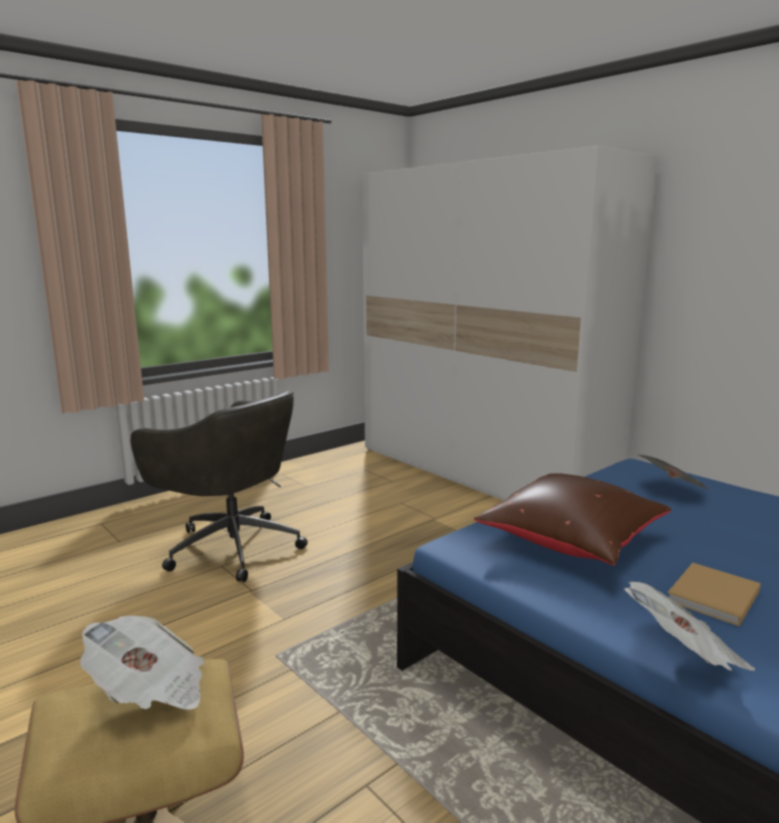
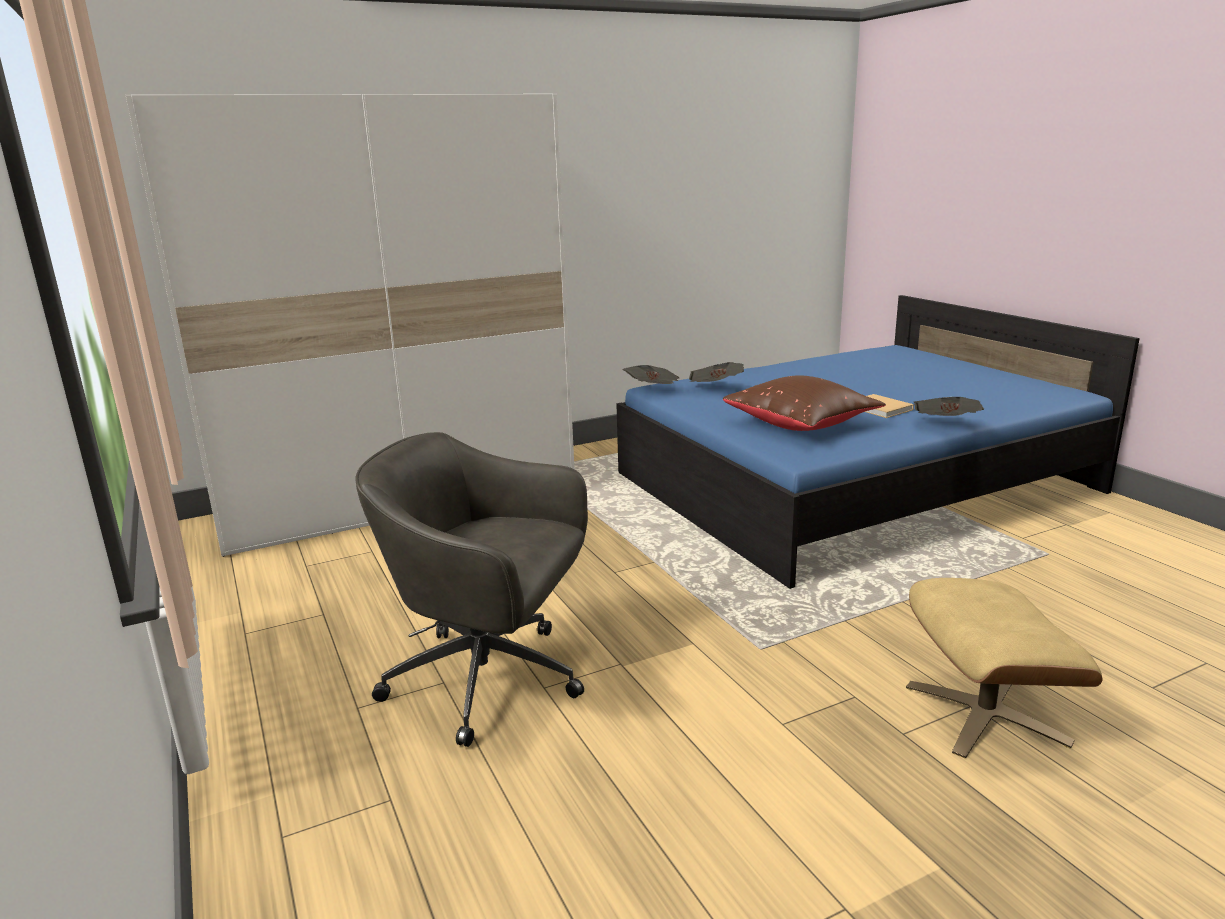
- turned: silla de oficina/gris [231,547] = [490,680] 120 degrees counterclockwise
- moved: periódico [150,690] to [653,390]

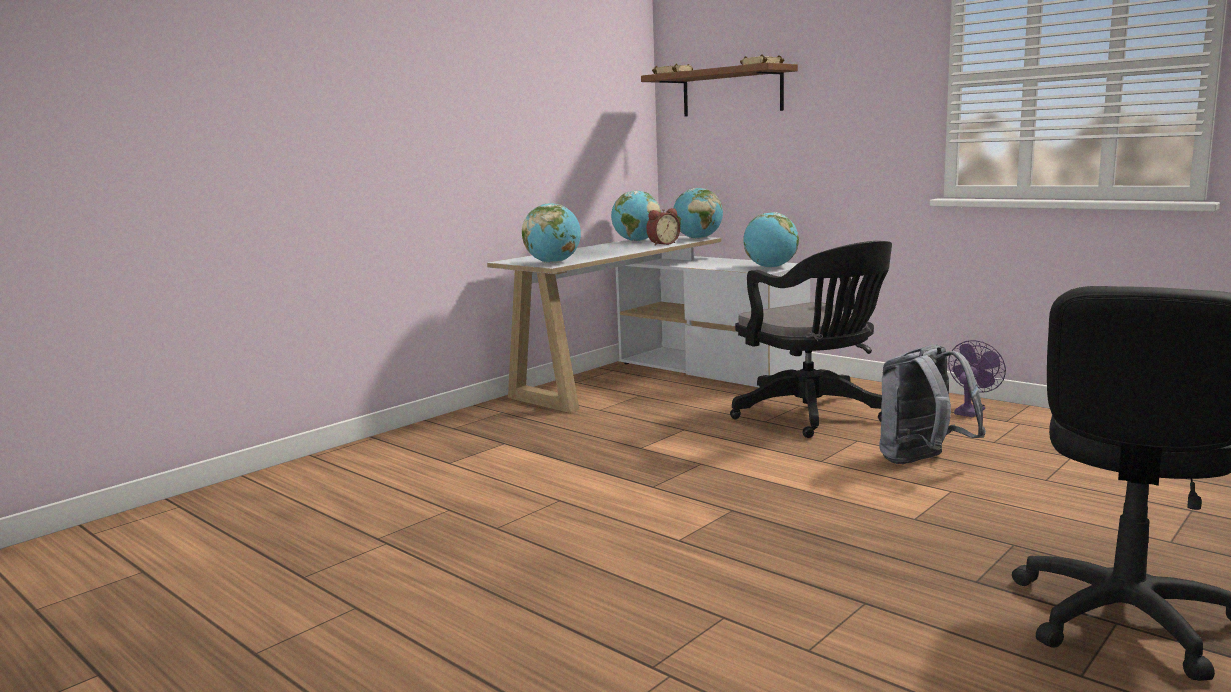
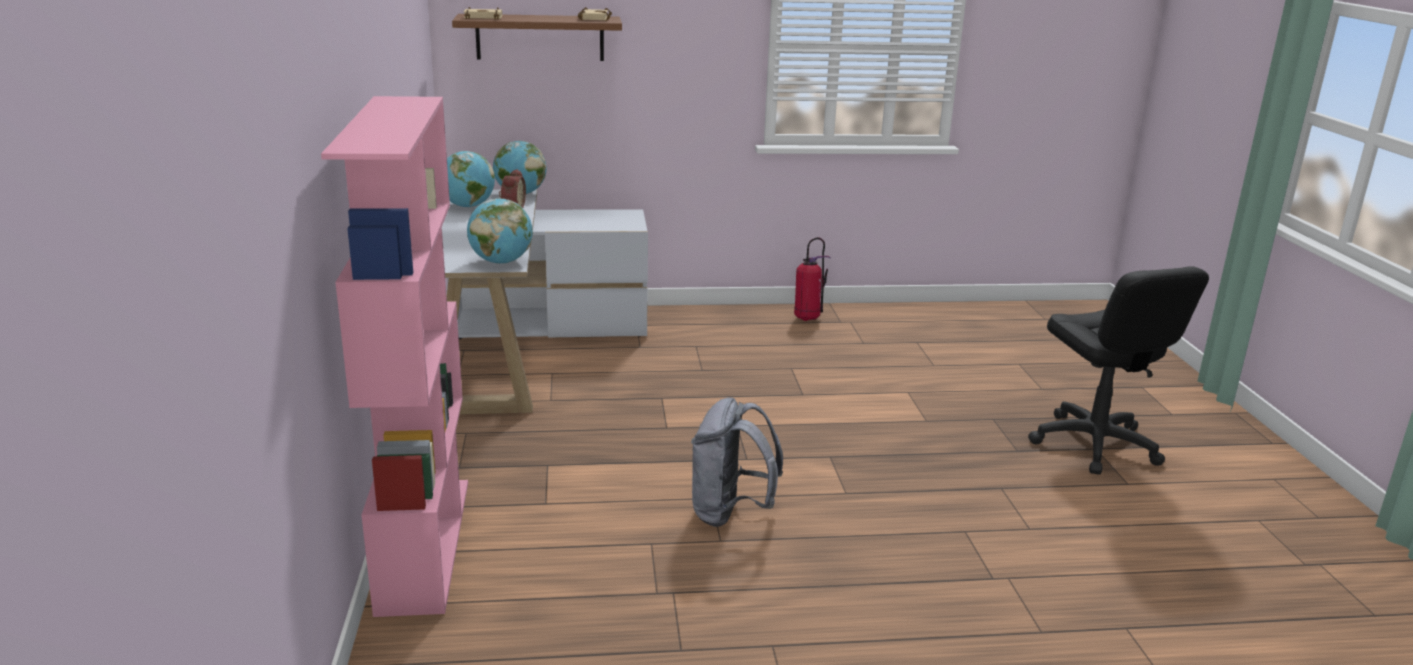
- removed: globo terráqueo [771,267]
- removed: silla de oficina/negro [813,416]
- replaced: ventilador/morado [971,411] to extintor [807,318]
- moved: mochila/gris [922,462] to [730,513]
- added: estantería/rosa [423,542]

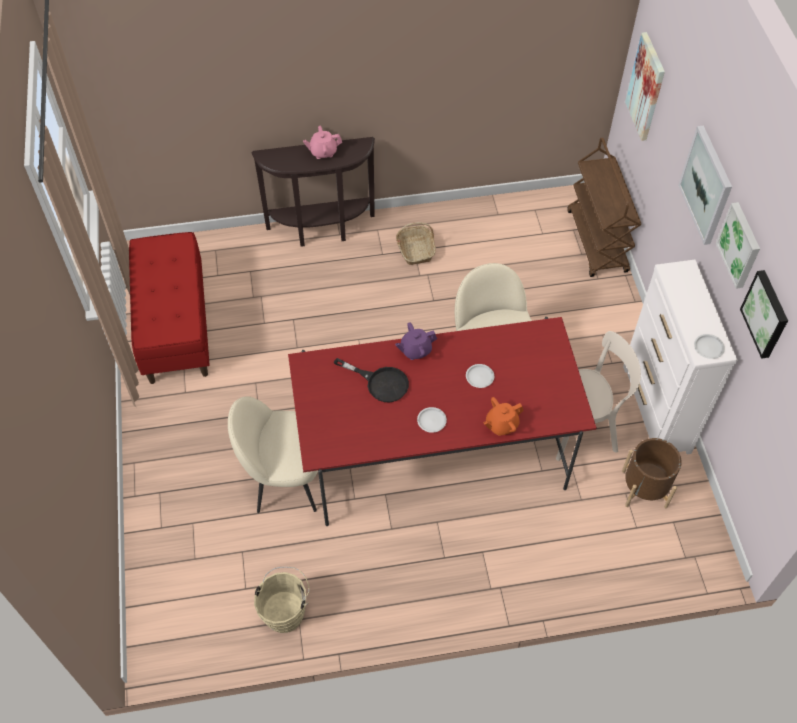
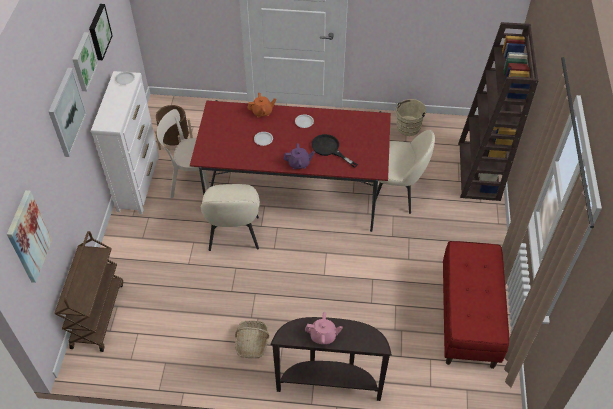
- added: estantería/marrón [479,171]

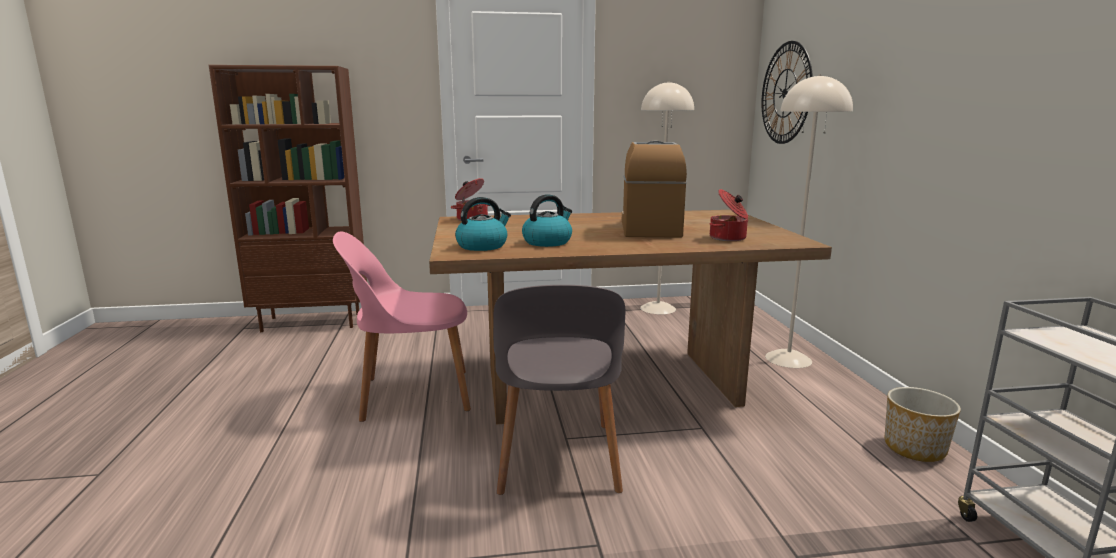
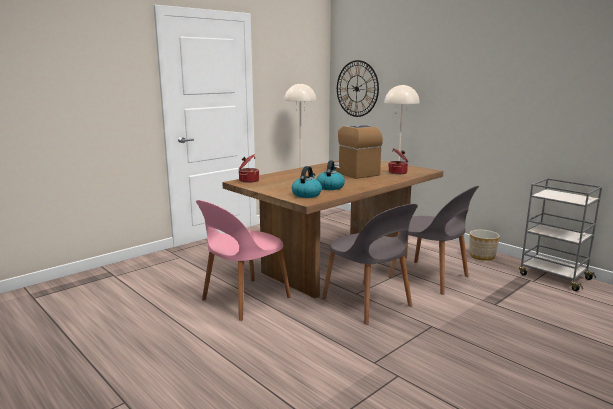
- removed: estantería/marrón [313,322]
- added: silla/gris [430,277]

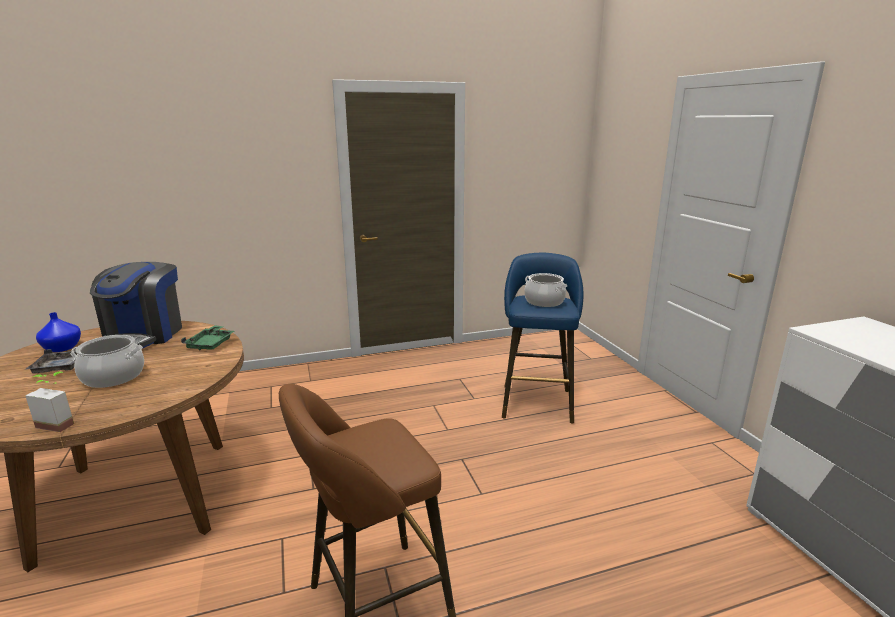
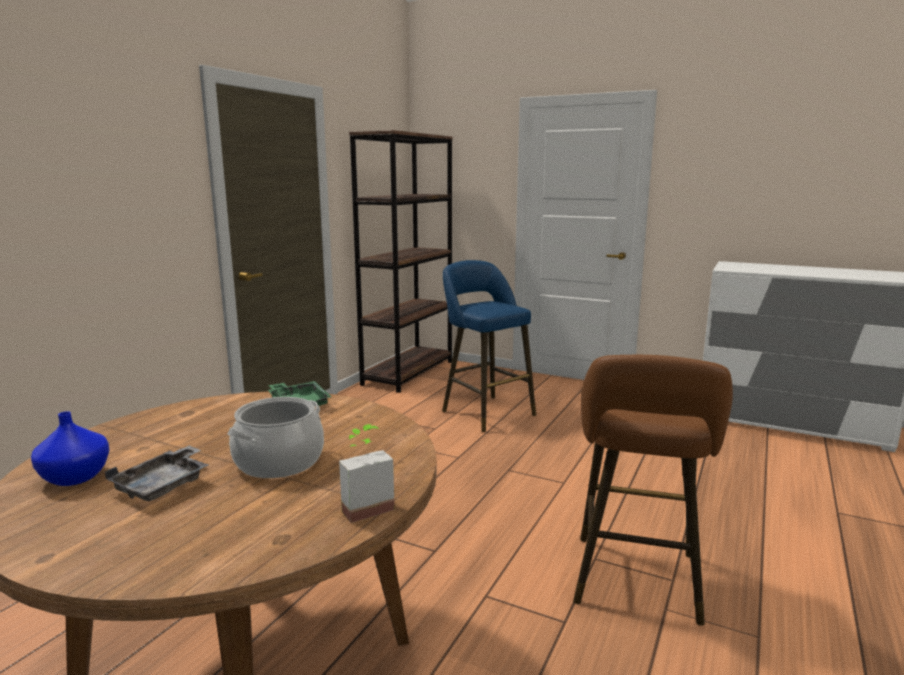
- removed: cafetera [144,335]
- removed: olla [544,302]
- added: estantería/marrón [408,373]

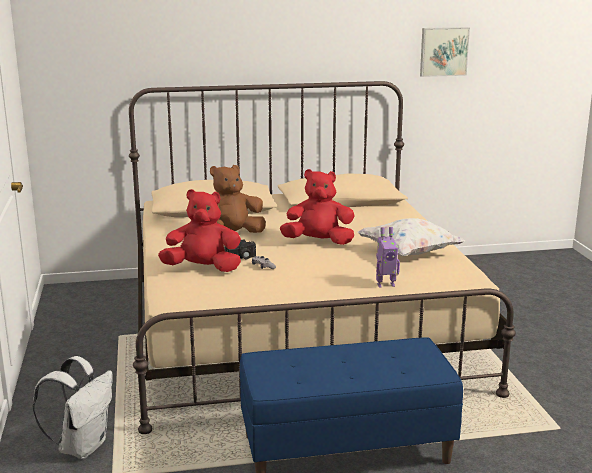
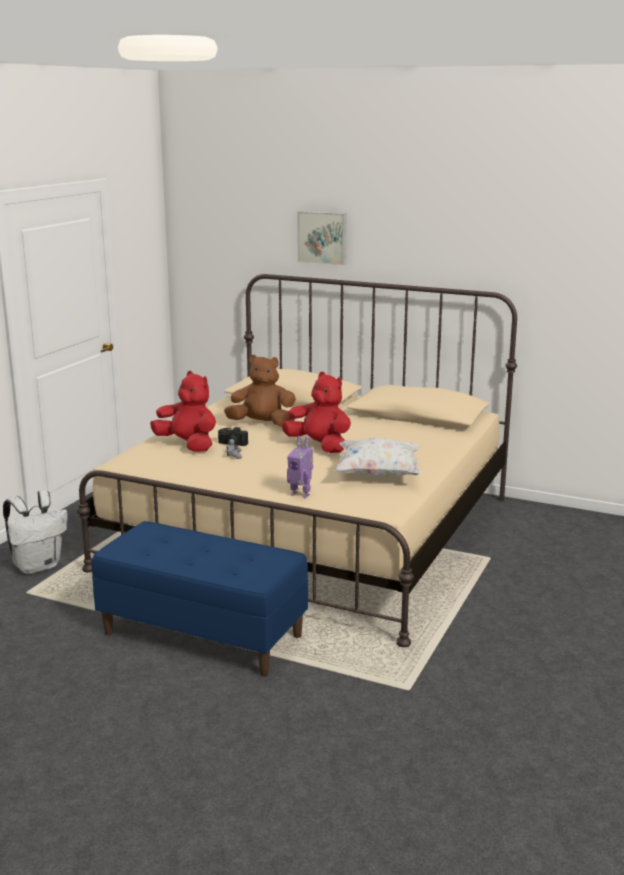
- moved: cuadro [443,51] to [322,237]

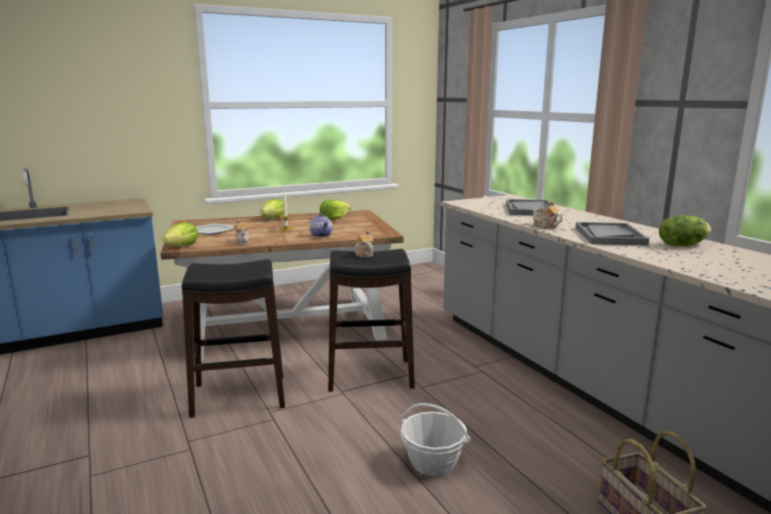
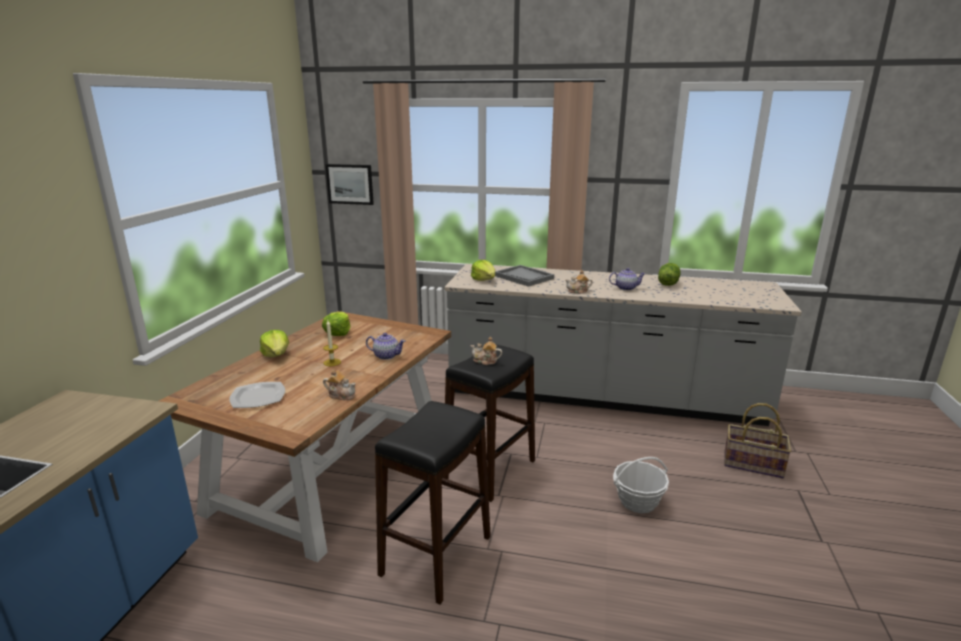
- moved: lechuga [181,246] to [484,280]
- replaced: bandeja/gris [609,236] to tetera [625,288]
- added: cuadro [350,184]

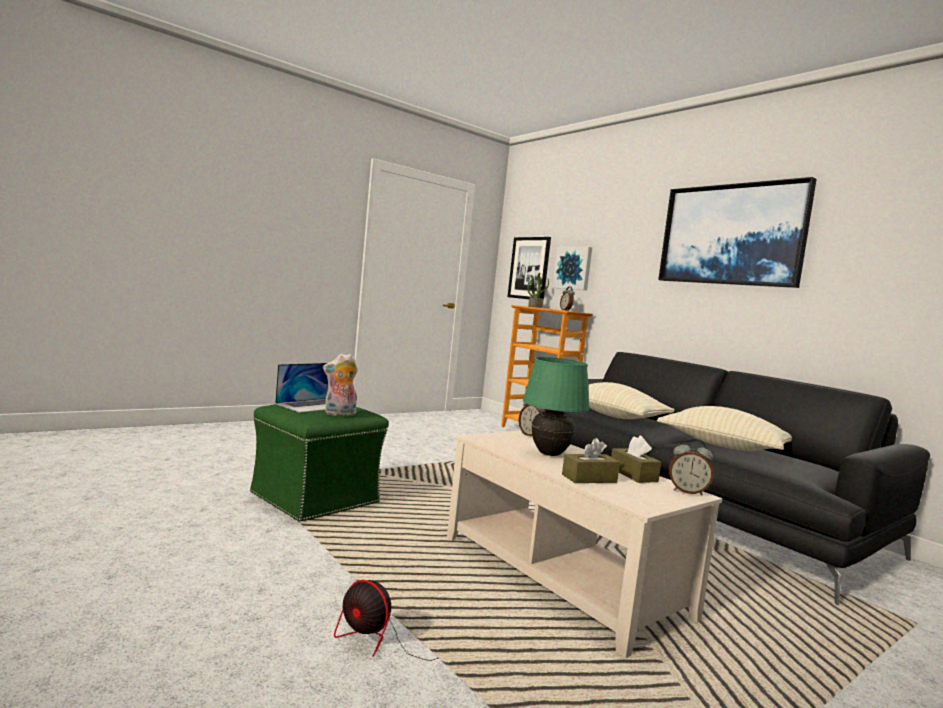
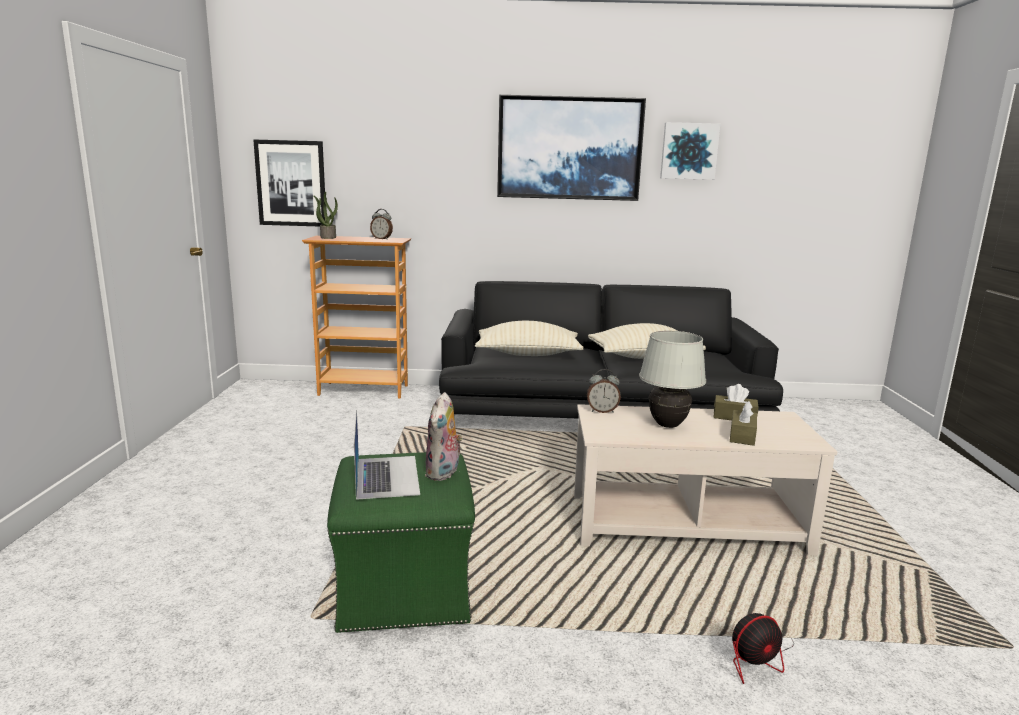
- moved: cuadro [573,268] to [689,151]
- recoloured: lámpara de mesa/verde [550,454] to lámpara de mesa/blanco [668,425]
- removed: despertador [687,492]

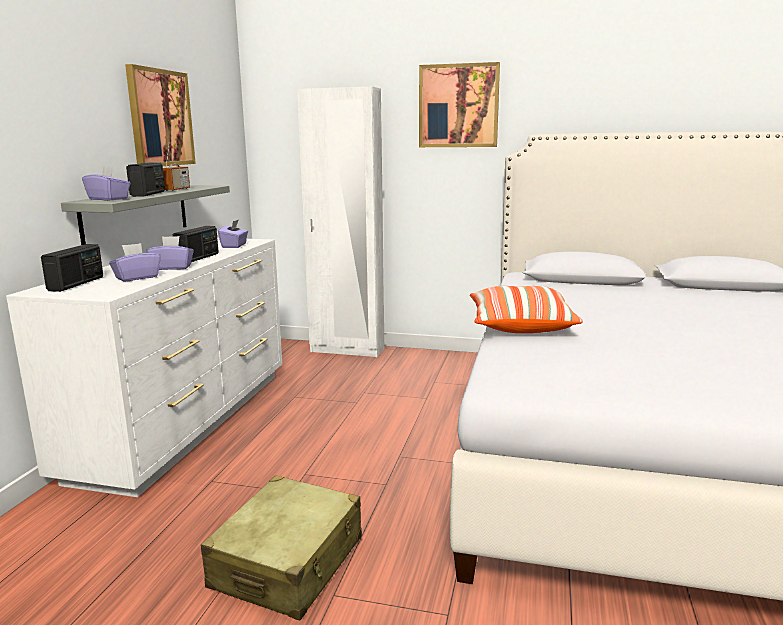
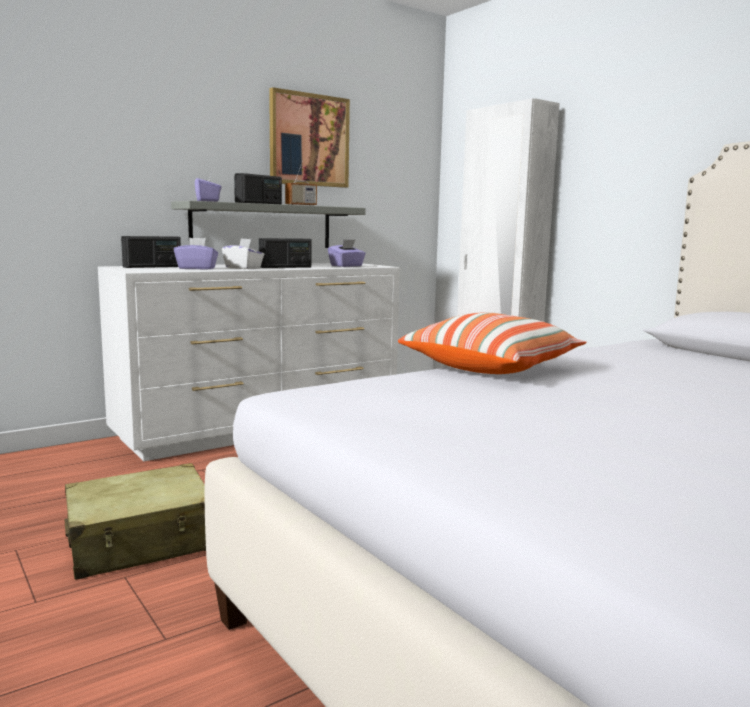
- removed: cuadro [458,106]
- recoloured: caja de pañuelos/morado [172,267] to caja de pañuelos/blanco [243,268]

